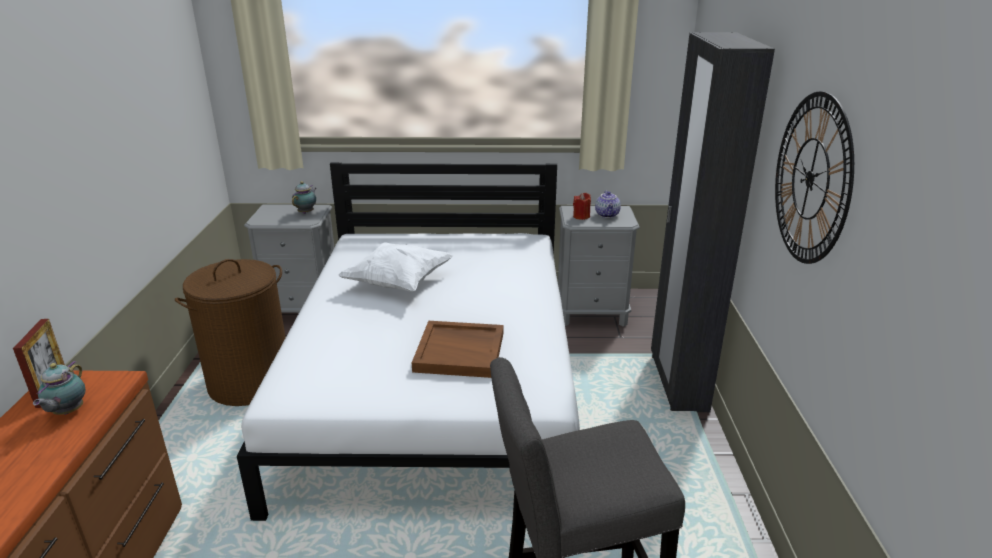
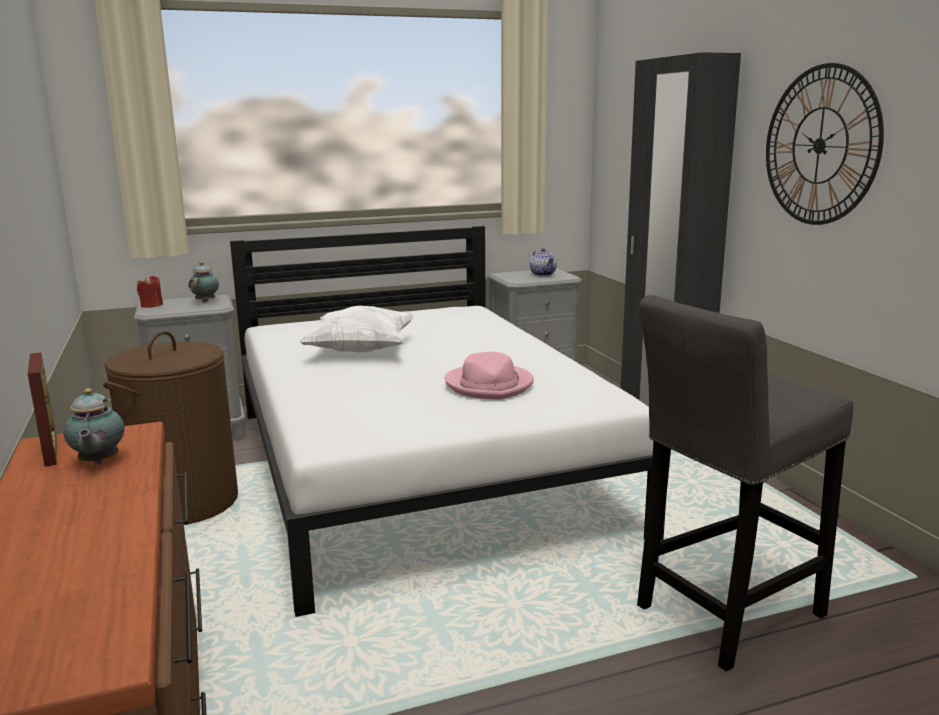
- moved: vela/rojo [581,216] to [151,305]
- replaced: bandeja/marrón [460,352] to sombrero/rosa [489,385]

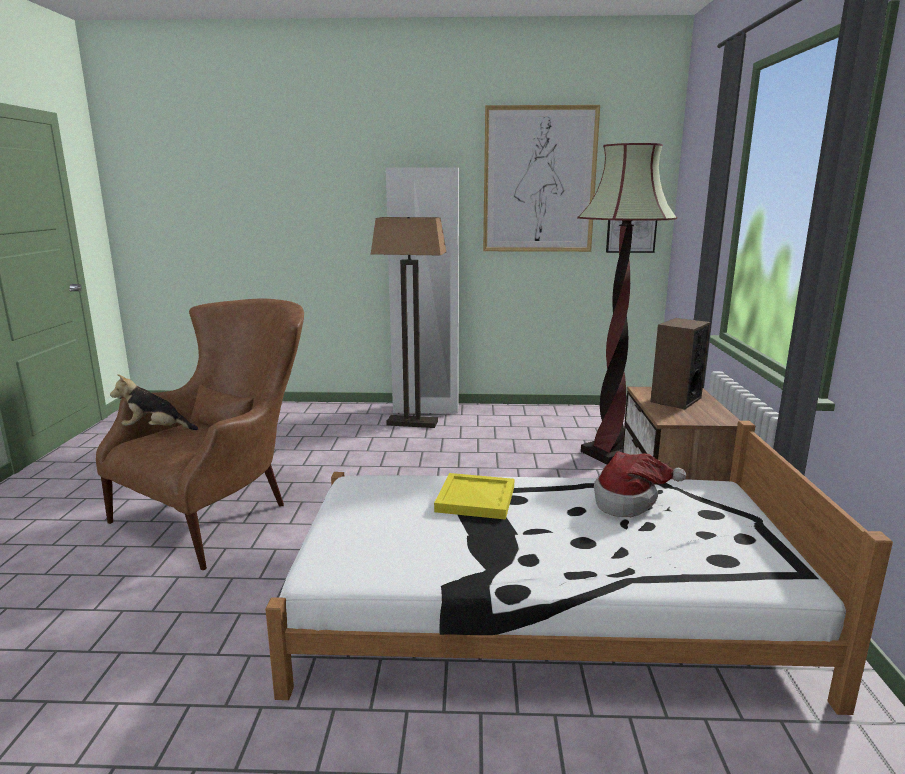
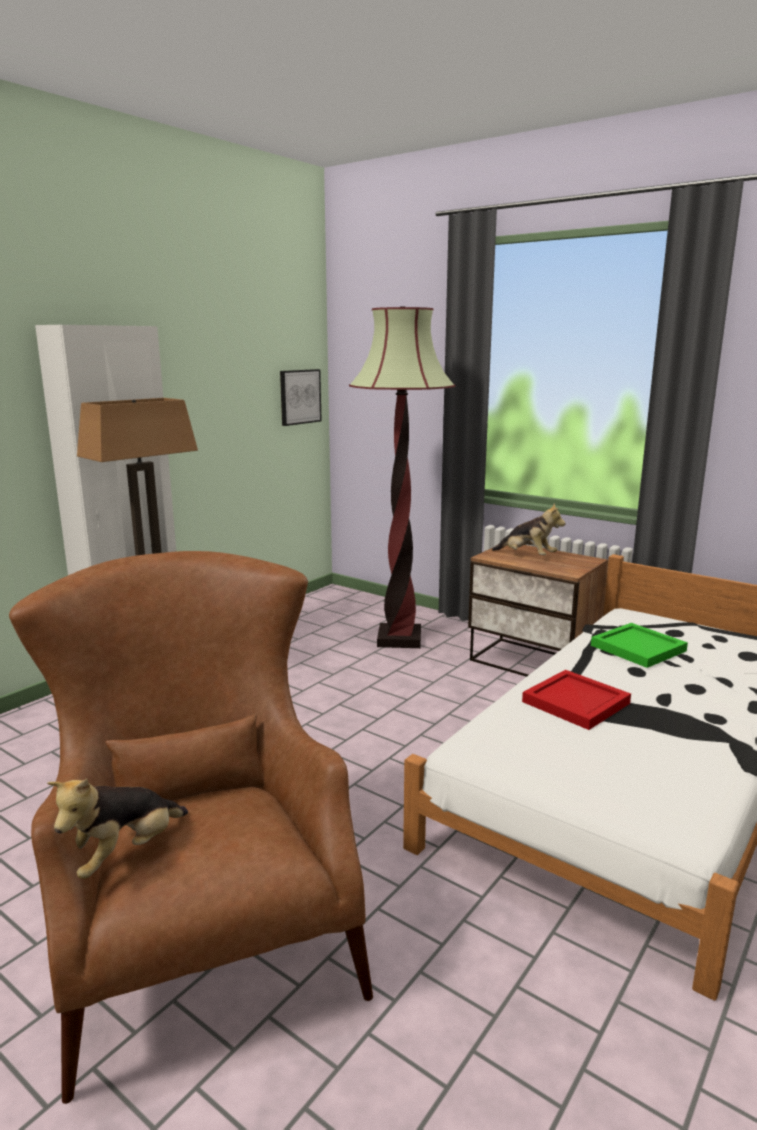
- removed: cuadro [539,180]
- replaced: altavoz [675,400] to peluche [527,556]
- replaced: sombrero [628,501] to bandeja/verde [637,647]
- recoloured: bandeja/amarillo [474,498] to bandeja/rojo [574,702]

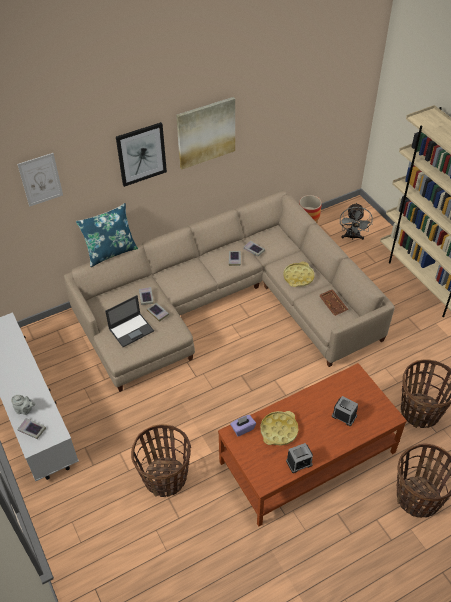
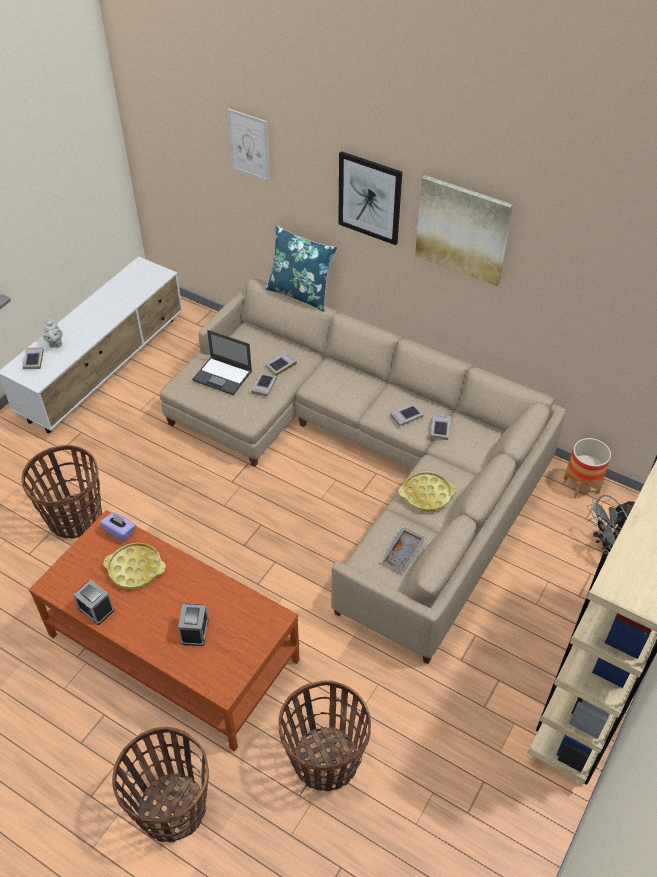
- recoloured: bandeja/marrón [333,305] to bandeja/gris [403,554]

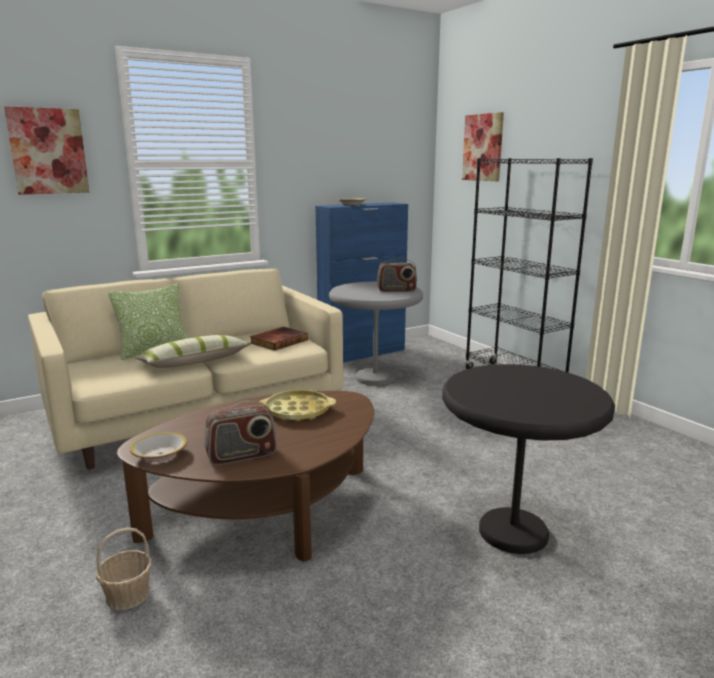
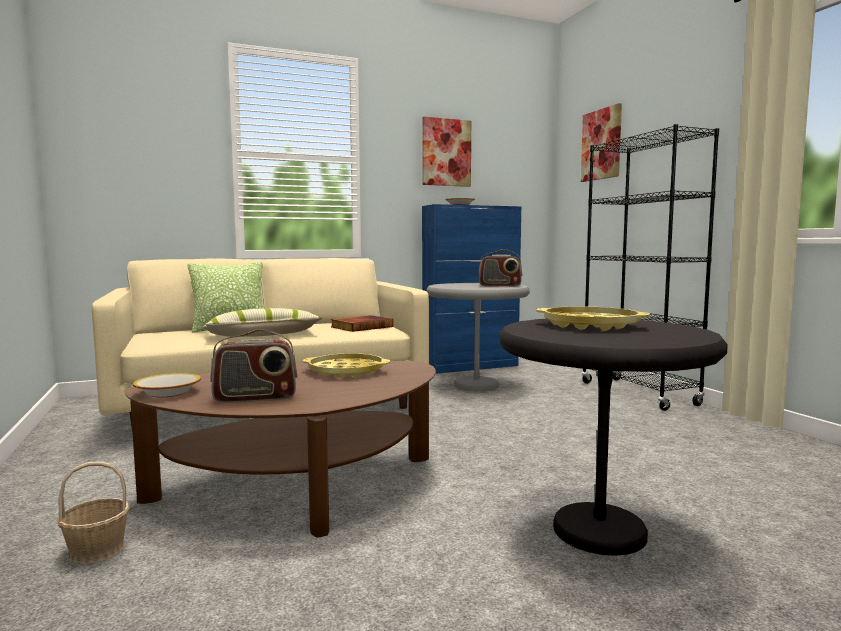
- moved: cuadro [48,151] to [446,152]
- added: bandeja/amarillo [590,325]

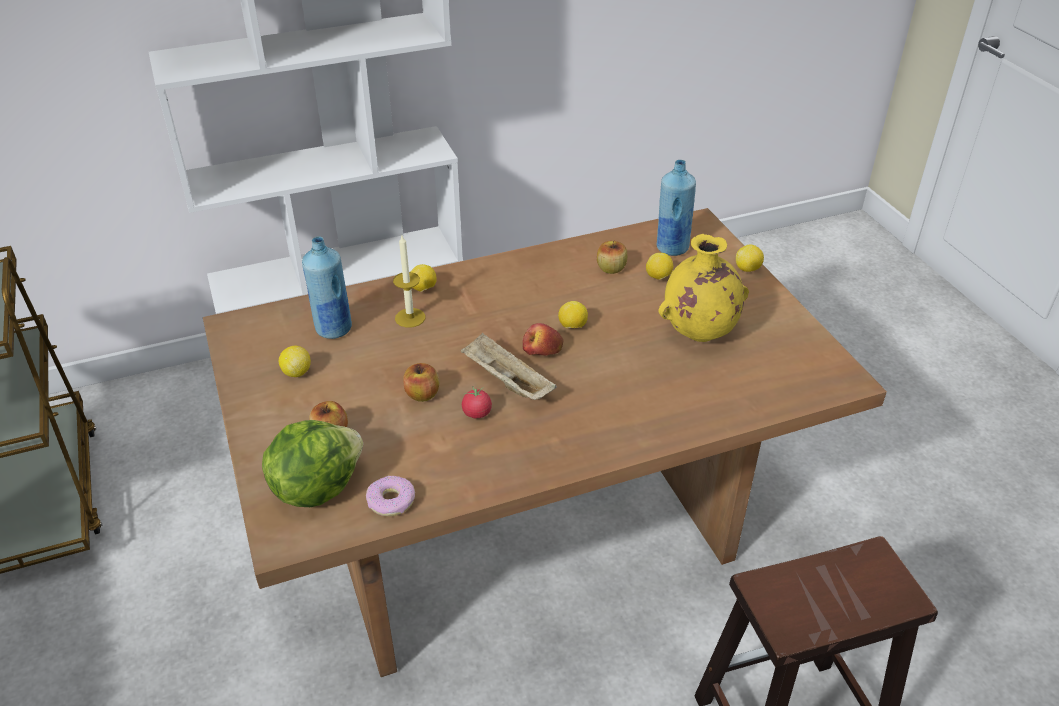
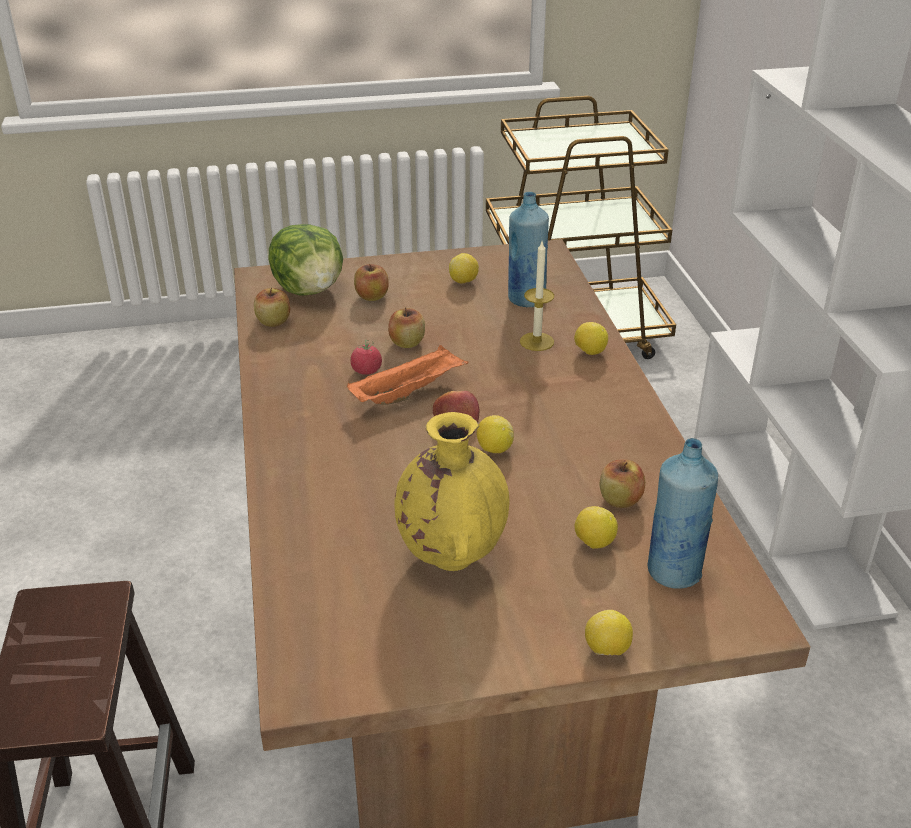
- recoloured: bandeja/beis [506,381] to bandeja/naranja [408,392]
- replaced: rosquilla [391,501] to manzana [273,321]

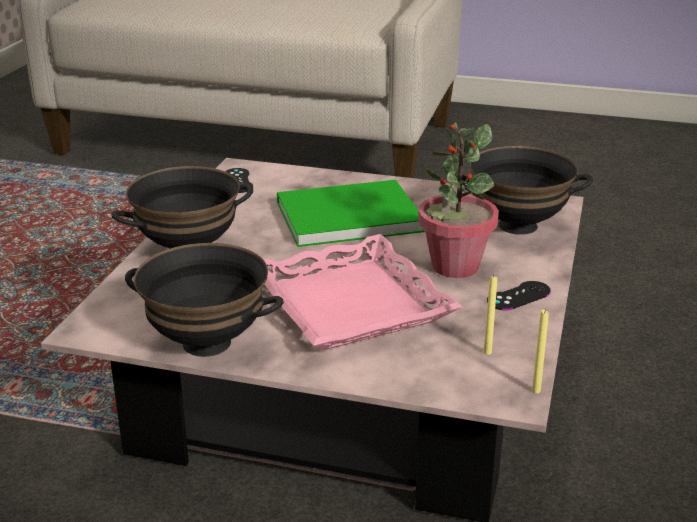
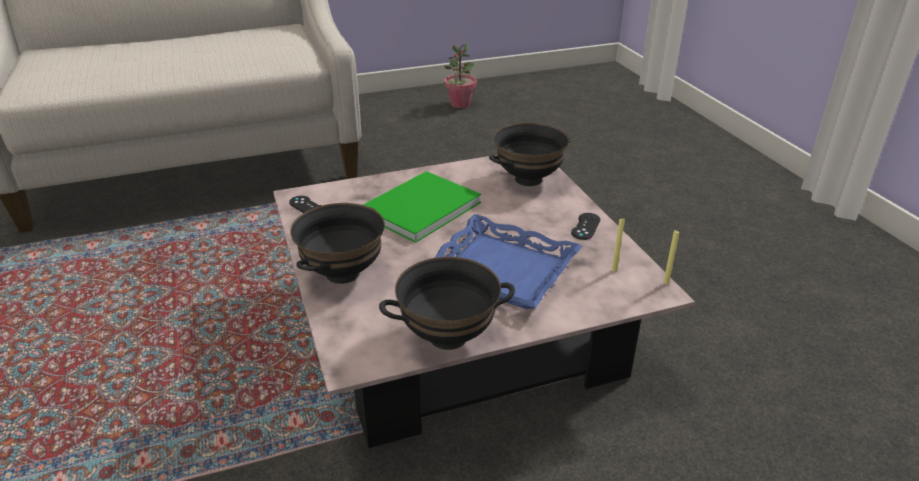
- moved: planta en maceta [454,266] to [460,104]
- recoloured: bandeja/rosa [349,304] to bandeja/azul [500,270]

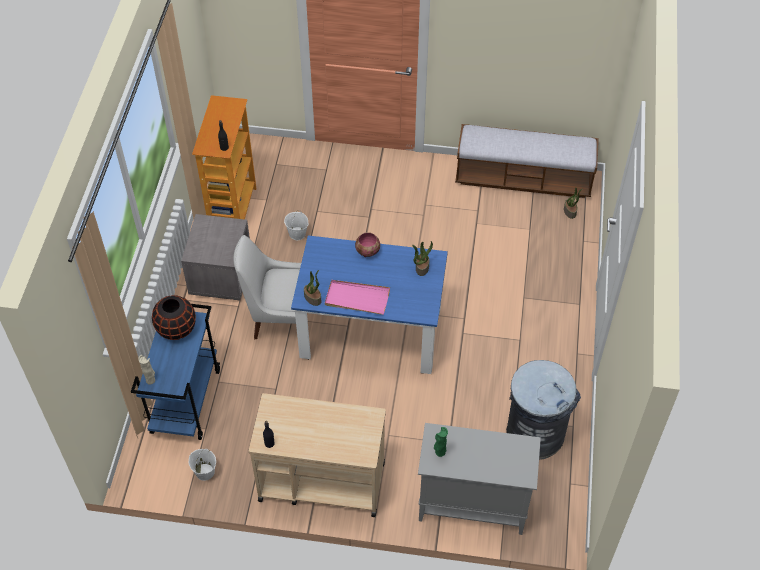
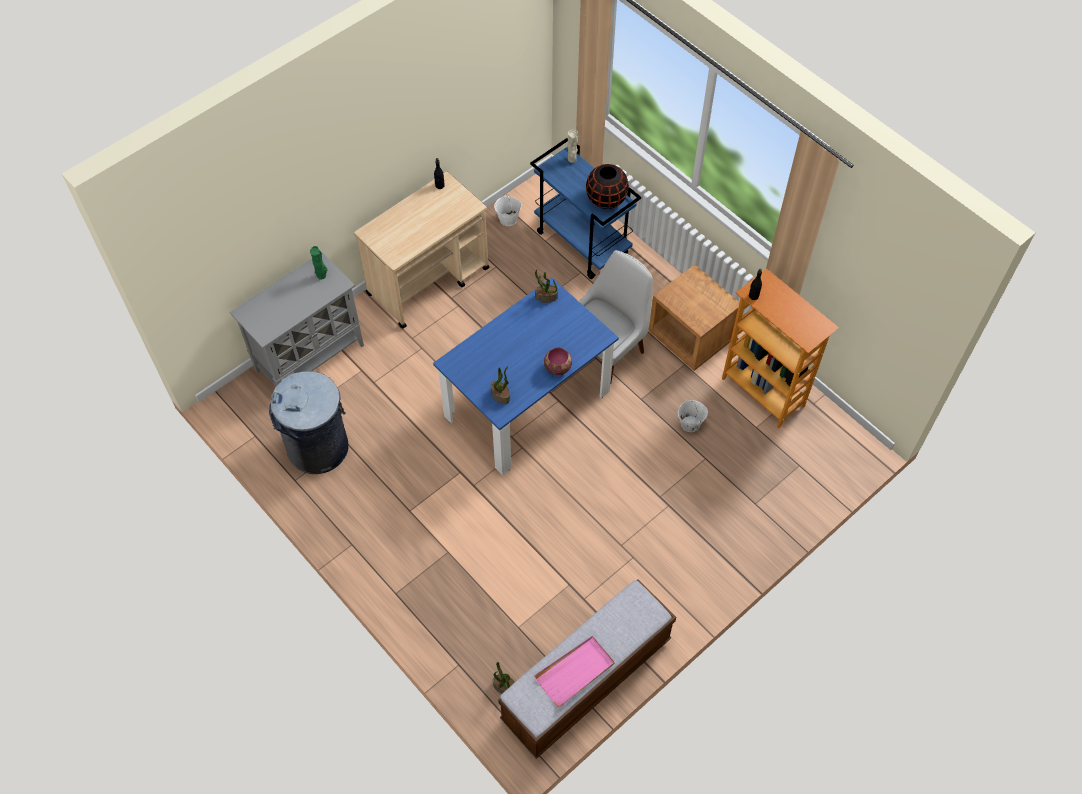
- recoloured: mesita de noche/gris [221,276] to mesita de noche/marrón [691,337]
- moved: bandeja/rosa [357,299] to [575,672]

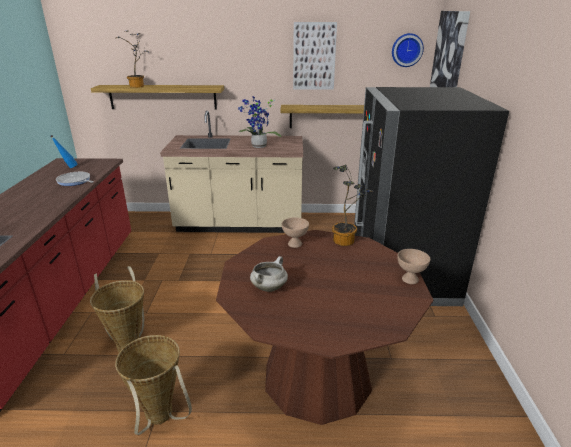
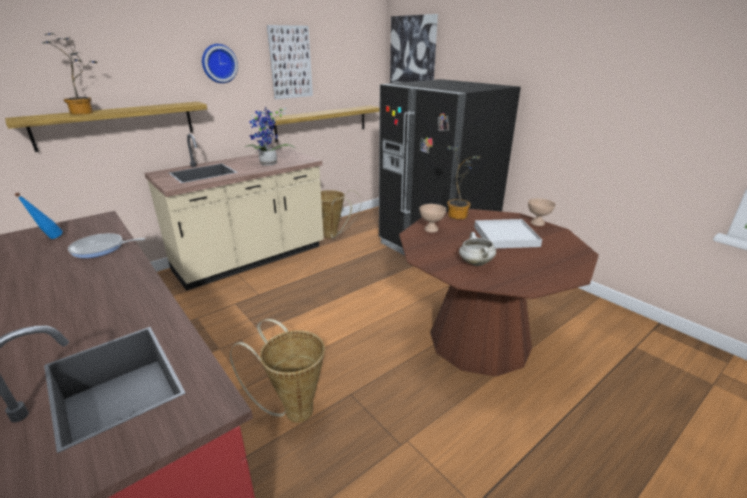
- moved: reloj de pared [406,50] to [219,63]
- moved: cesta [160,420] to [333,236]
- added: bandeja/blanco [505,236]

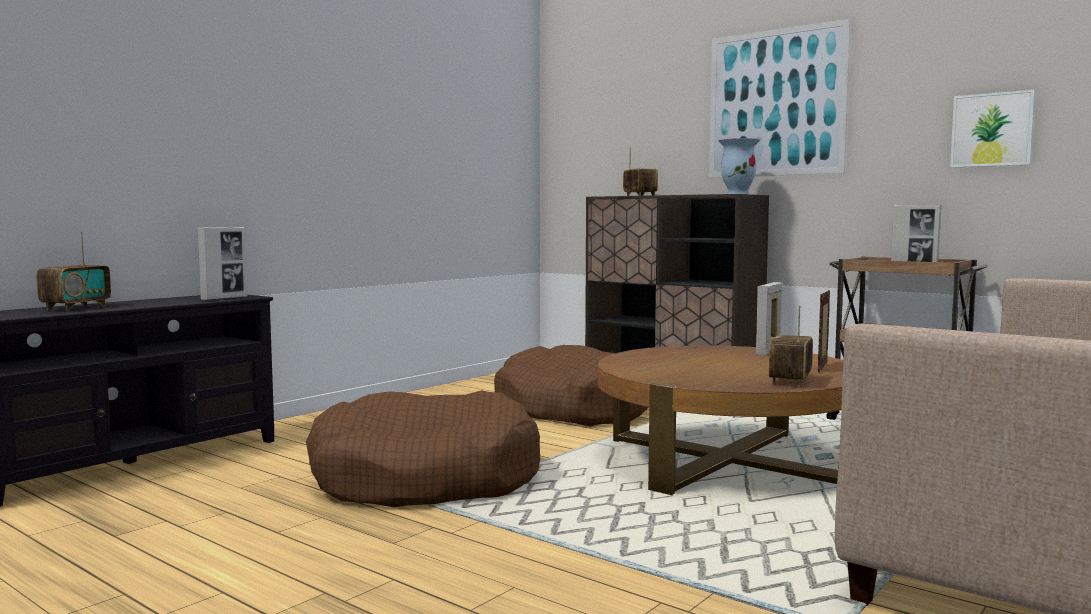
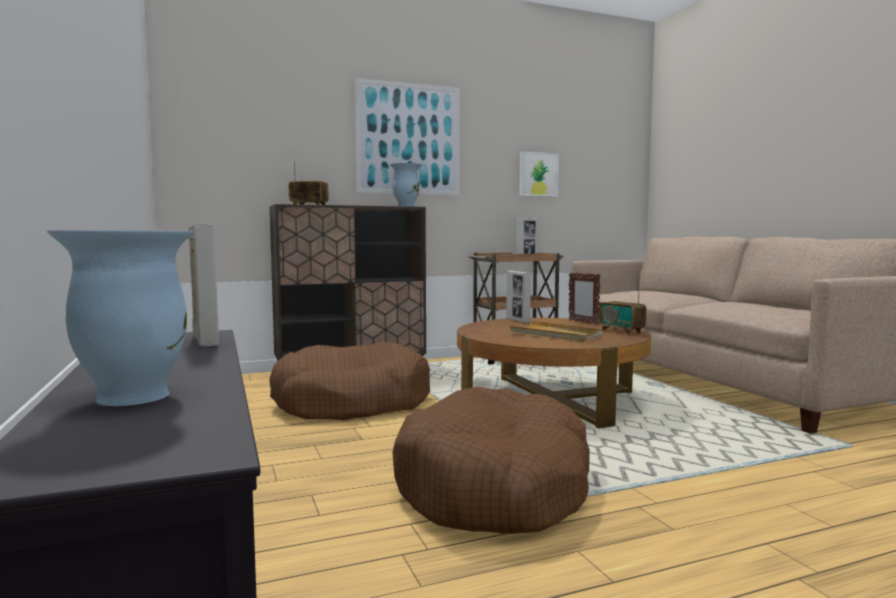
- replaced: radio [76,307] to florero [130,396]
- added: bandeja/beis [556,335]

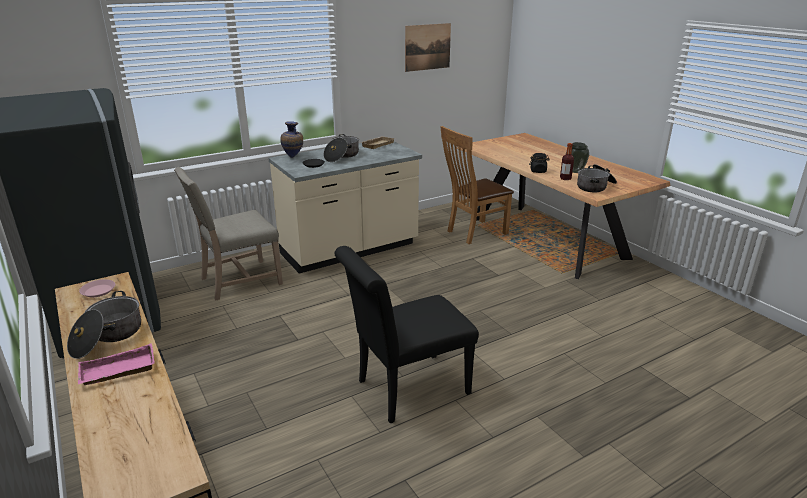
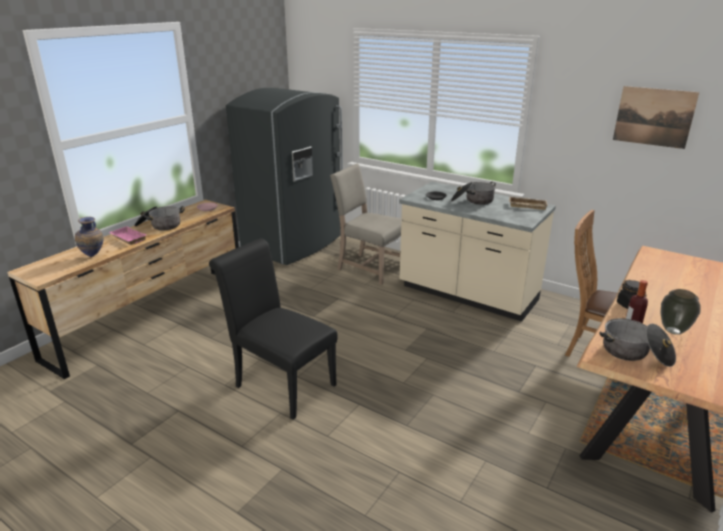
- moved: florero [293,157] to [93,257]

